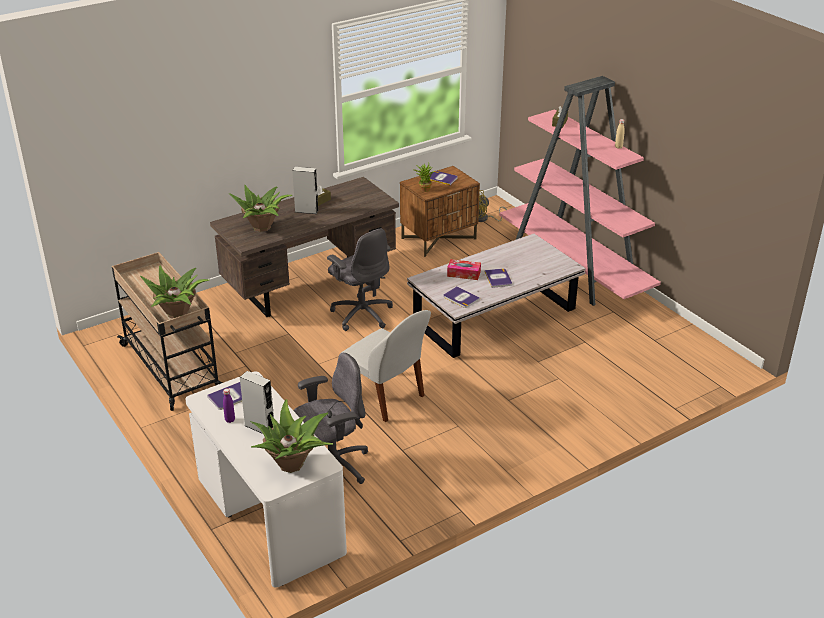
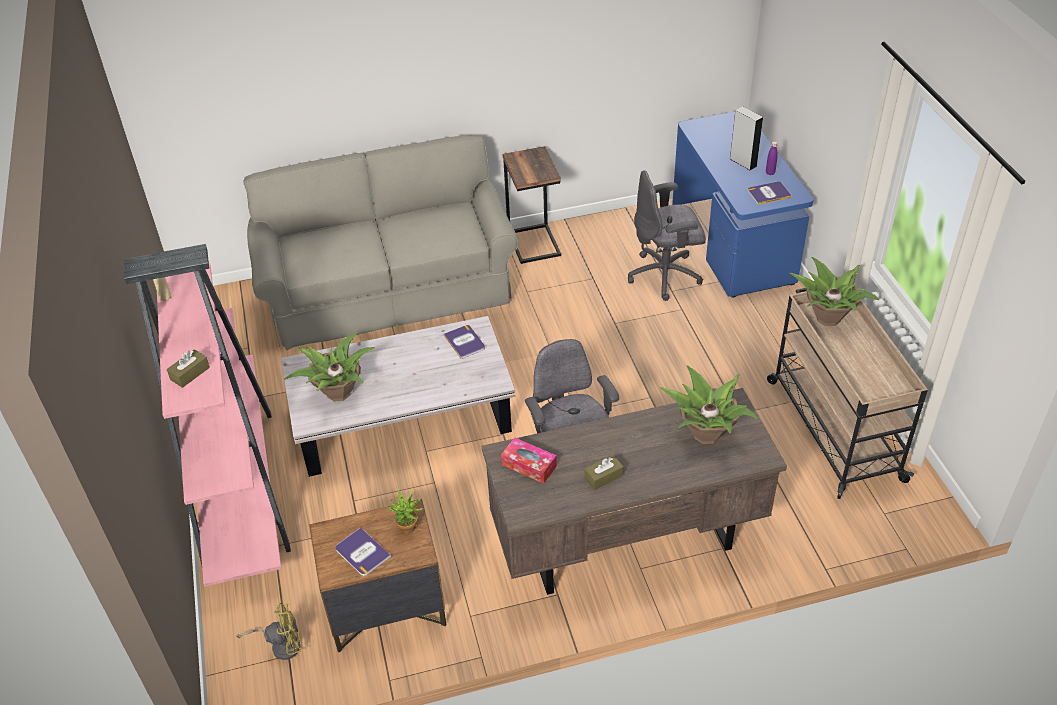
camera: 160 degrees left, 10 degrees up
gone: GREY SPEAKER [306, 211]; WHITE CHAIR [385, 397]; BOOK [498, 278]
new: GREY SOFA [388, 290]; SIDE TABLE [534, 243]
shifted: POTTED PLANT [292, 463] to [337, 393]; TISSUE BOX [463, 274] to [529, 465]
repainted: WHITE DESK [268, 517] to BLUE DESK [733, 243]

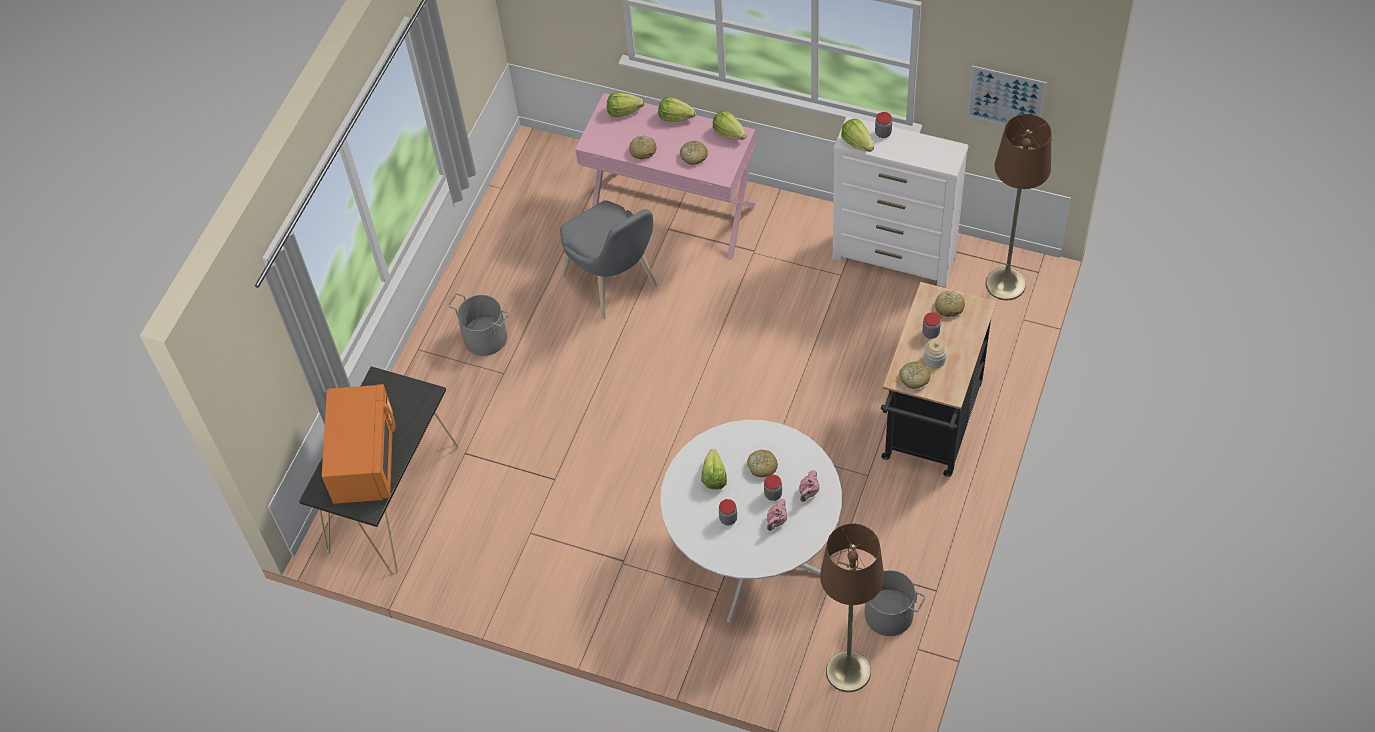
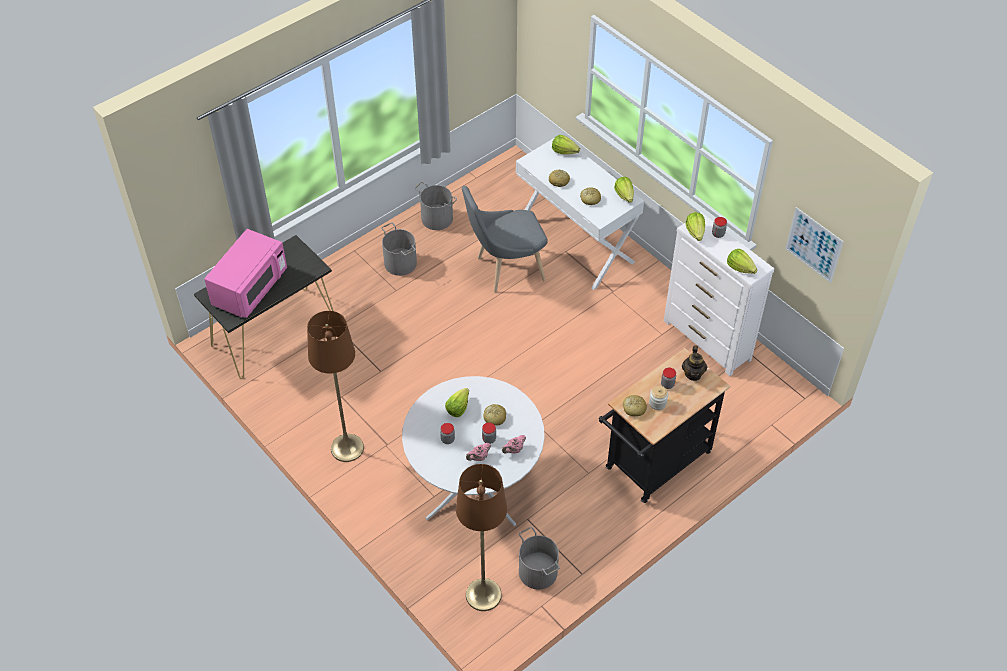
camera: 25 degrees right, 5 degrees down
new: GREY BUCKET [437, 218]
shifted: BROWN FLOOR LAMP [1005, 284] to [347, 448]; LETTUCE [675, 117] to [740, 268]
swapped: BREAD [949, 307] to TEAPOT [693, 374]
repainted: ORANGE MICROWAVE [364, 460] to PINK MICROWAVE [250, 288]; PINK DESK [673, 212] to WHITE DESK [576, 242]
rotated: GREY CHAIR [615, 285] = [505, 269] 75 degrees clockwise

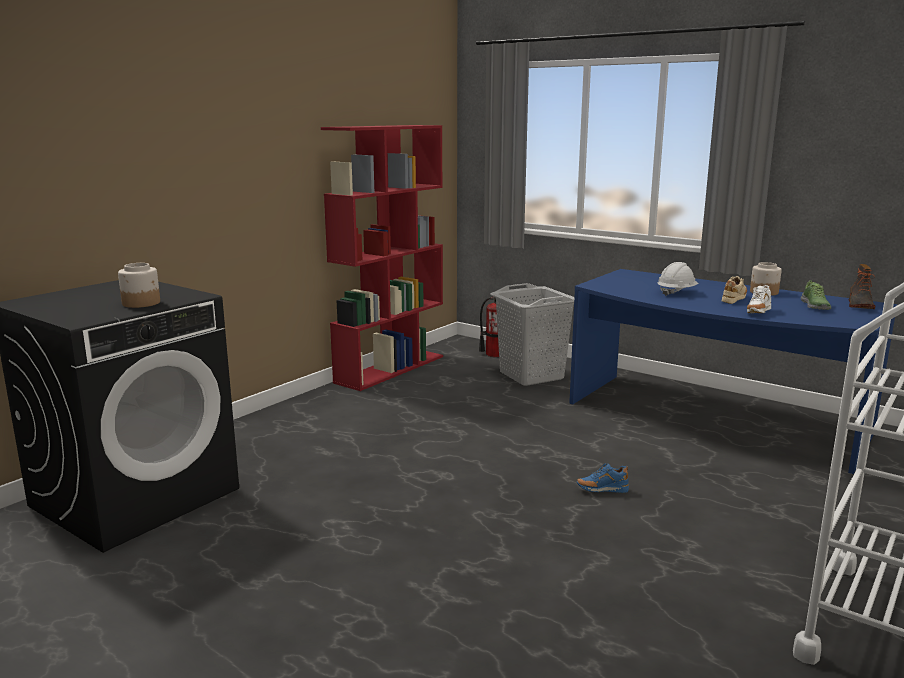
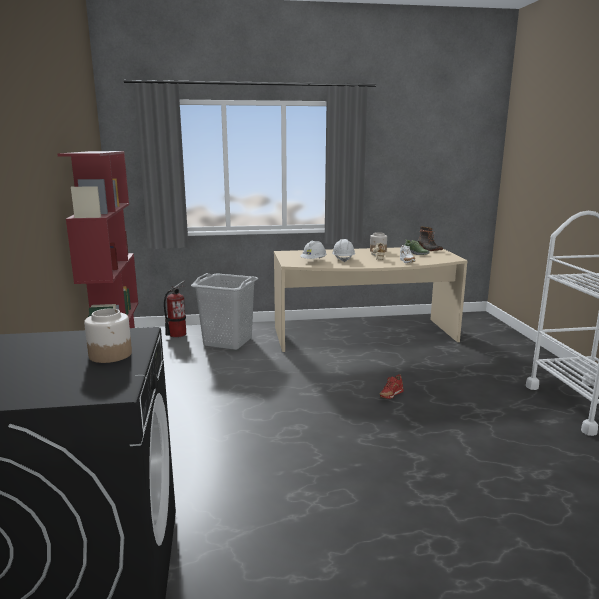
camera: 45 degrees left, 0 degrees up
new: WHITE HARD HAT [313, 261]
repainted: BLUE DESK [711, 420] to BEIGE DESK [365, 336]; BLUE SHOE [602, 490] to RED SHOE [390, 396]

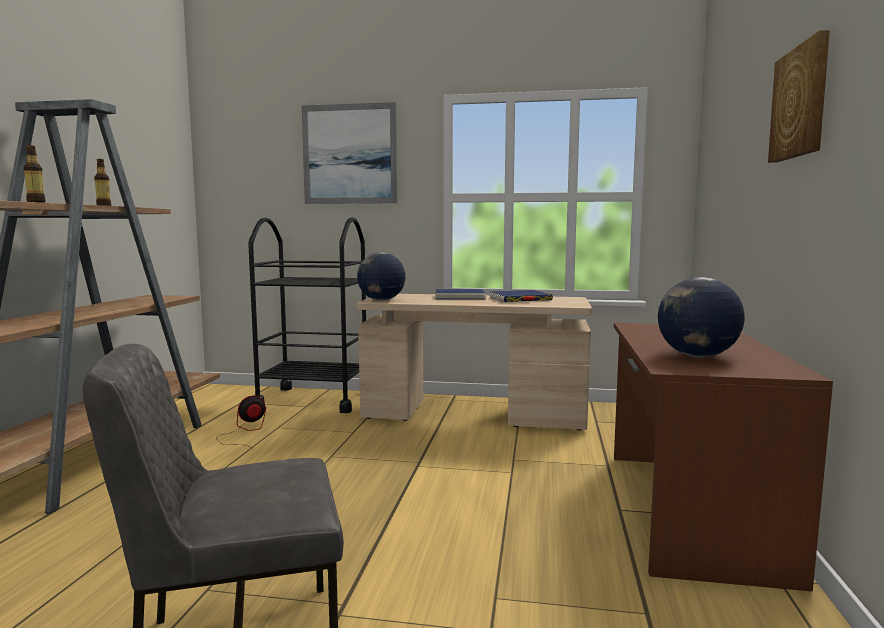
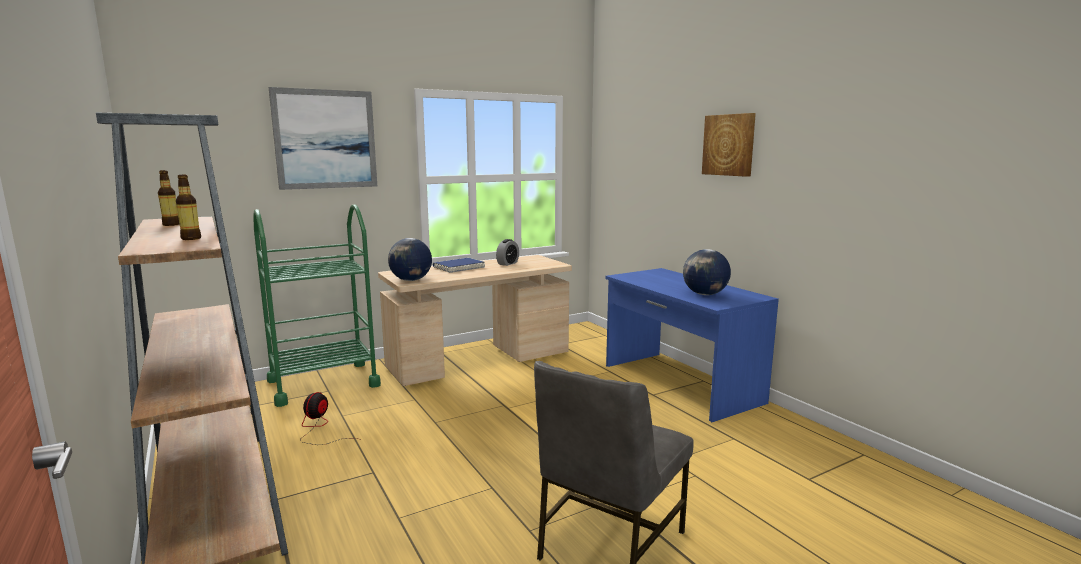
camera: 40 degrees left, 5 degrees up
swapped: BLUE BOOK [520, 299] to ALARM CLOCK [507, 263]
repainted: BLACK CART [314, 399] to GREEN CART [323, 383]; BROWN DESK [687, 509] to BLUE DESK [679, 383]

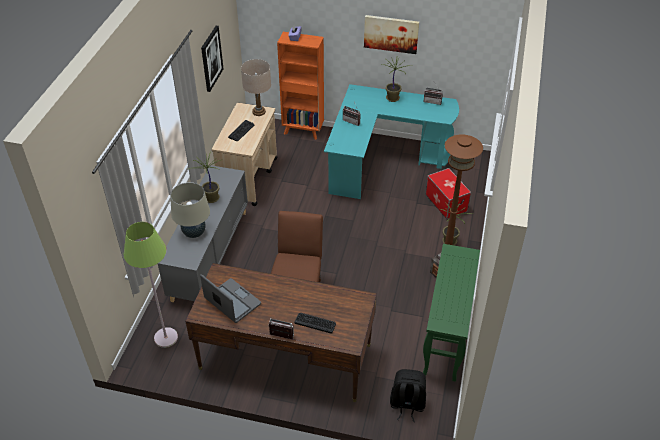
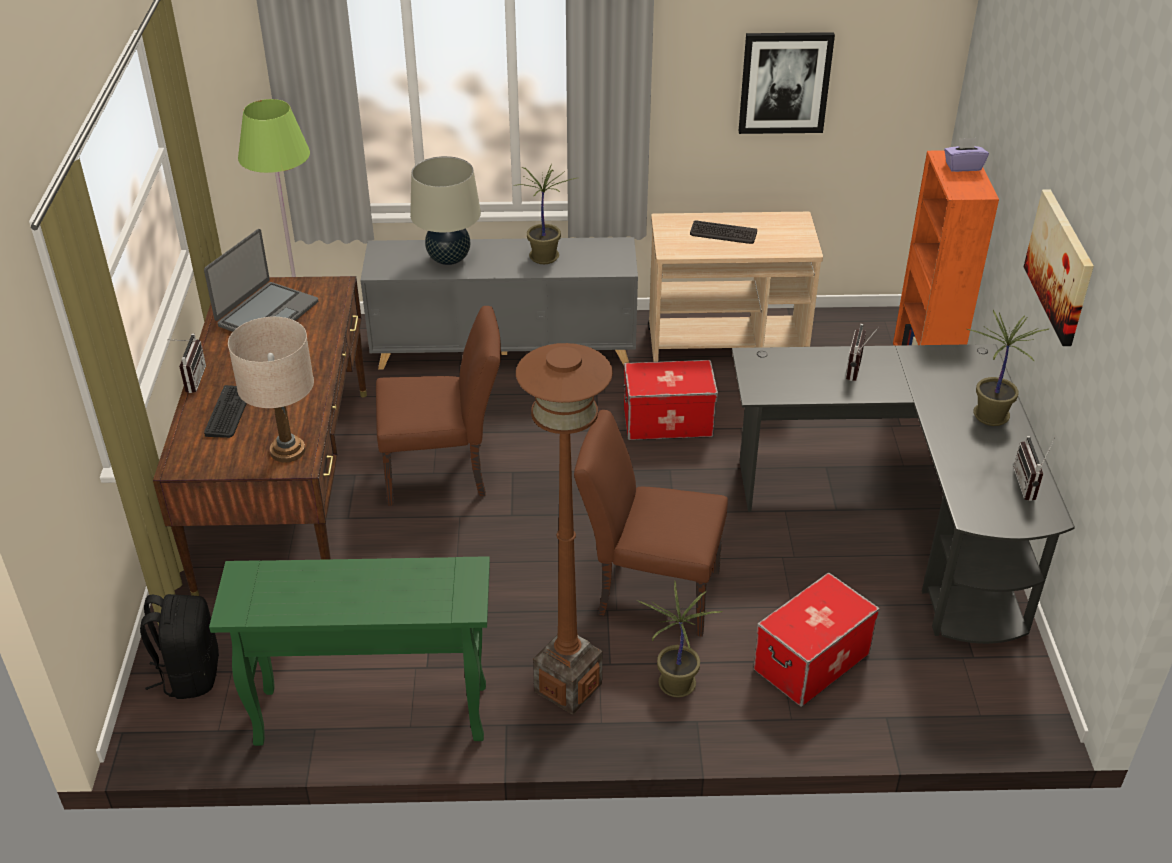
camera: 75 degrees right, 5 degrees down
new: BROWN CHAIR [648, 590]; STORAGE BOX [668, 421]
shifted: BEIGE TABLE LAMP [258, 112] to [288, 450]
repainted: TURQUOISE DESK [381, 160] to BLACK DESK [901, 524]

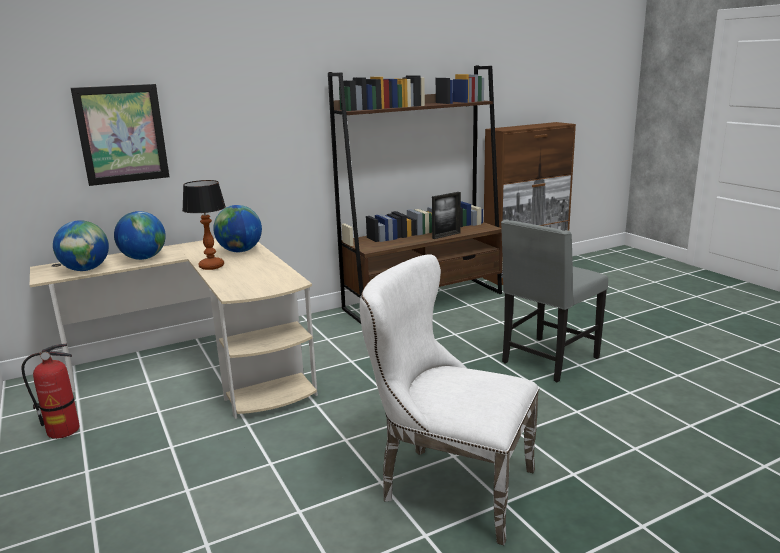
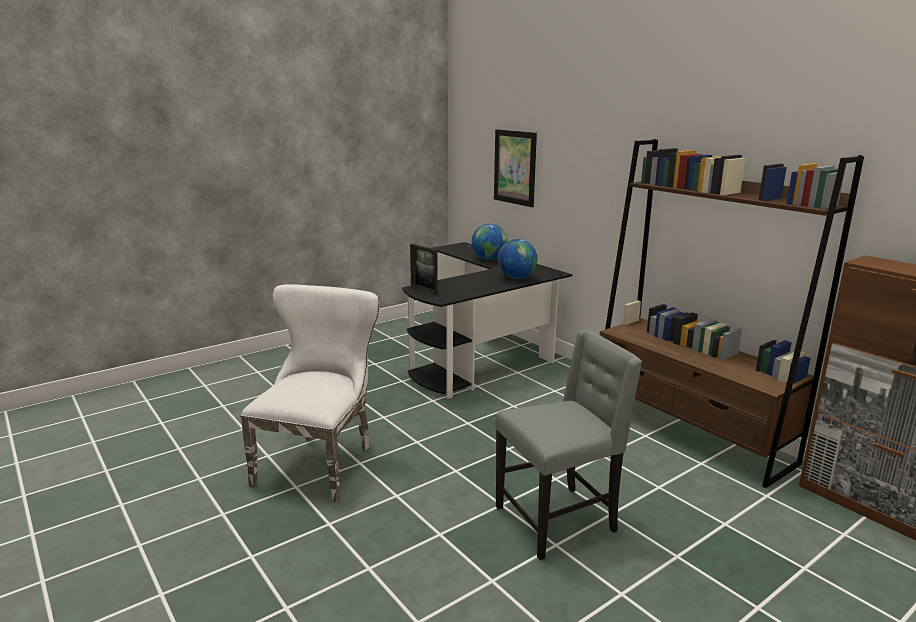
camera: 80 degrees right, 0 degrees up
gone: FIRE EXTINGUISHER [63, 430]; GLOBE [86, 269]; TABLE LAMP [211, 266]
shifted: PICTURE FRAME [446, 235] to [424, 291]
repainted: BEIGE DESK [207, 367] to BLACK DESK [482, 354]
rotated: GREY CHAIR [548, 360] = [558, 520] 120 degrees clockwise

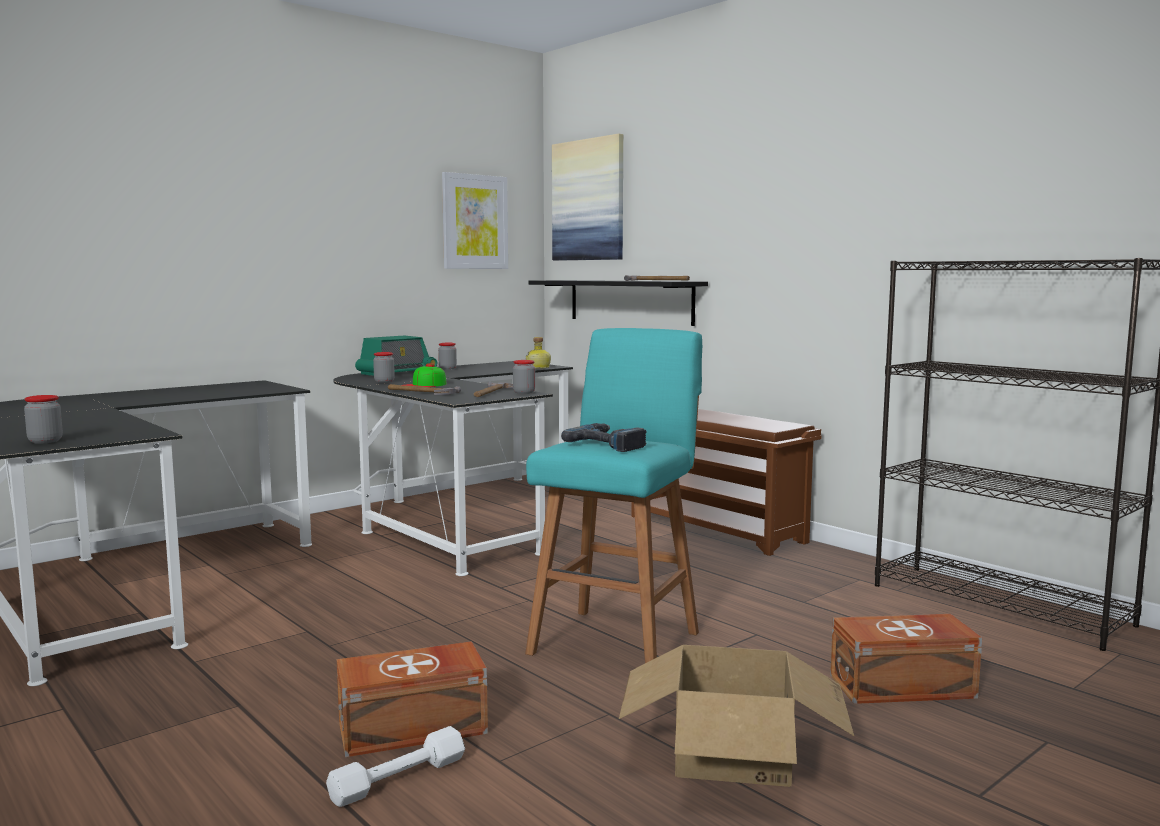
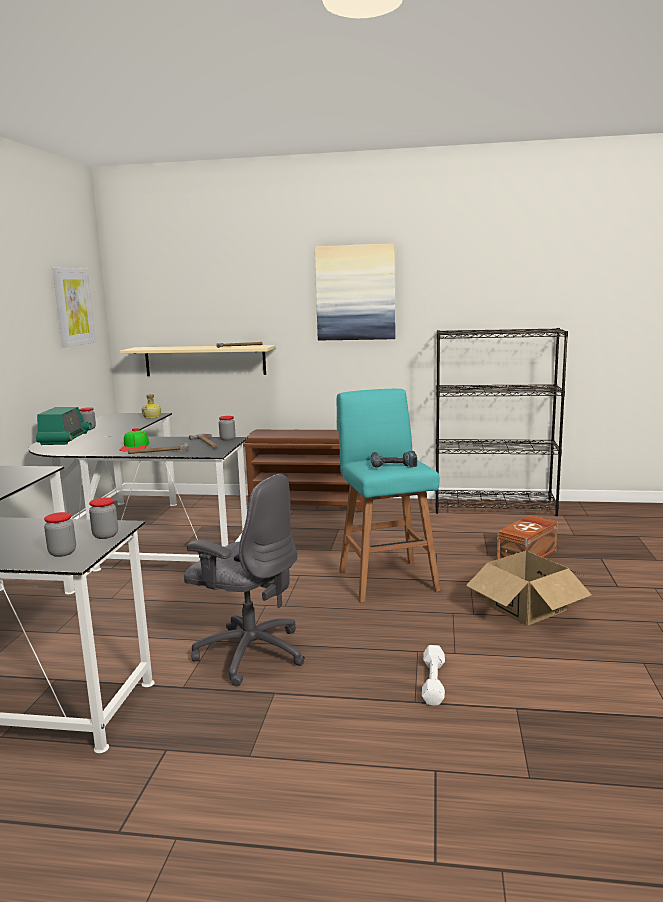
camera: 40 degrees left, 5 degrees up
gone: BROWN STORAGE BOX [415, 729]
new: GREY OFFICE CHAIR [250, 652]
shifted: JAR [384, 381] to [105, 535]; PICTURE [588, 200] to [355, 293]
repainted: BLACK SHELF [630, 301] to BEIGE SHELF [205, 360]

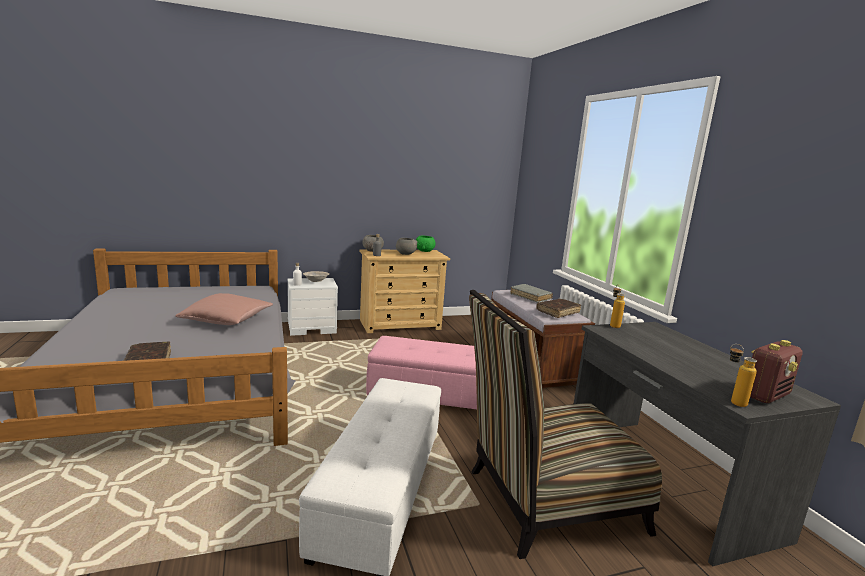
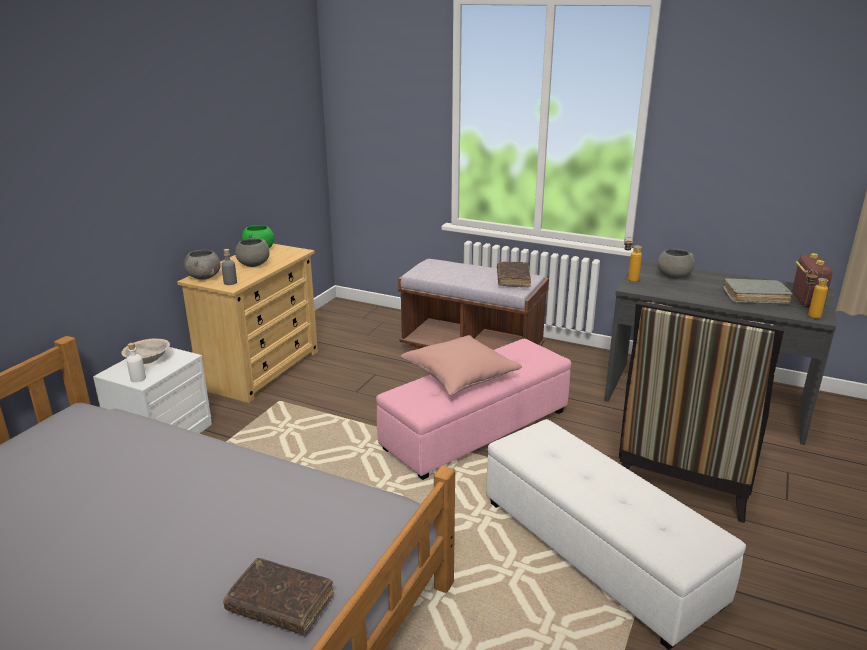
camera: 45 degrees left, 10 degrees up
new: GREY BOWL [673, 276]
shifted: PINK PILLOW [227, 320] to [460, 376]; GREY BOOK [530, 297] to [755, 297]

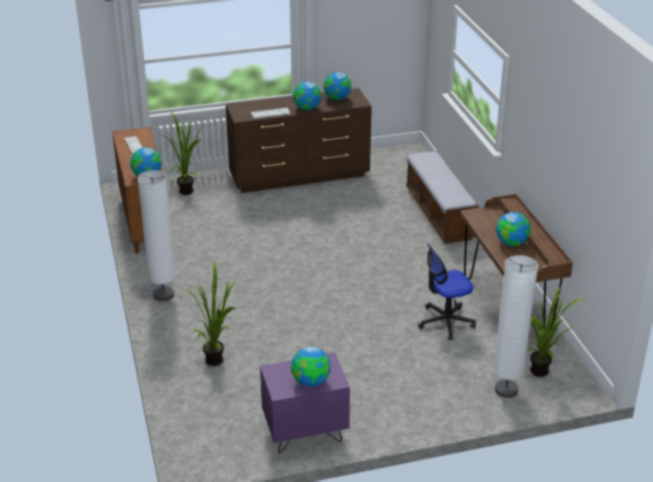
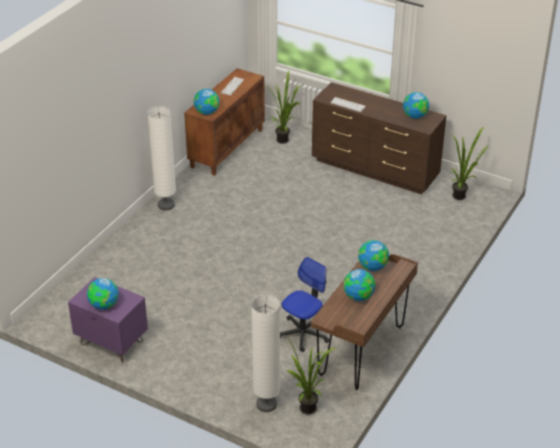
camera: 45 degrees right, 5 degrees up
gone: BENCH [439, 214]
shifted: GLOBE [307, 108] to [372, 267]; POTTED PLANT [217, 358] to [462, 196]
rotated: OFFICE CHAIR [445, 322] = [303, 333] 105 degrees clockwise

